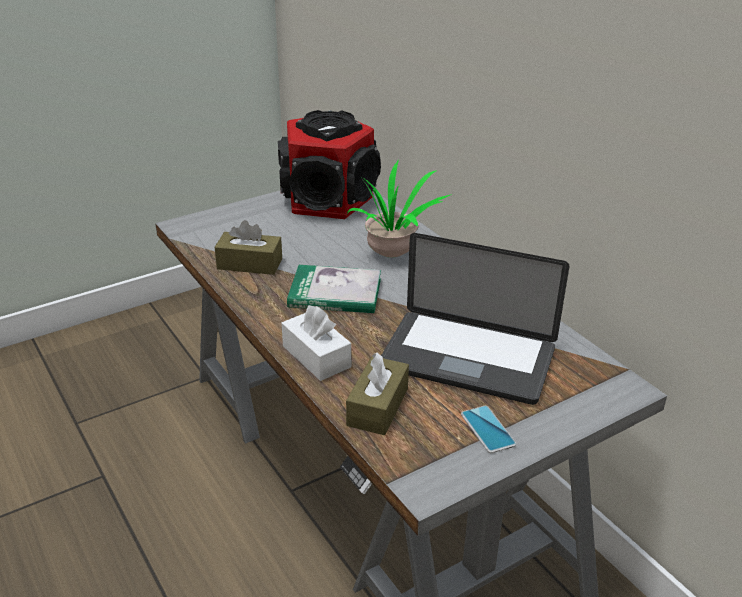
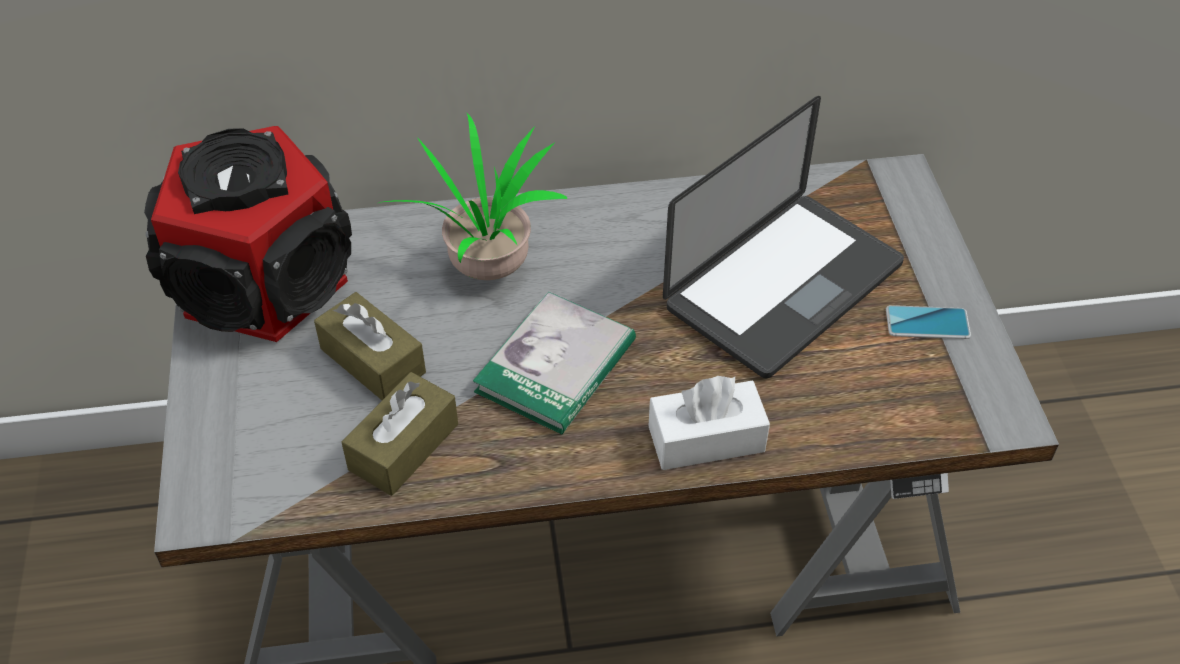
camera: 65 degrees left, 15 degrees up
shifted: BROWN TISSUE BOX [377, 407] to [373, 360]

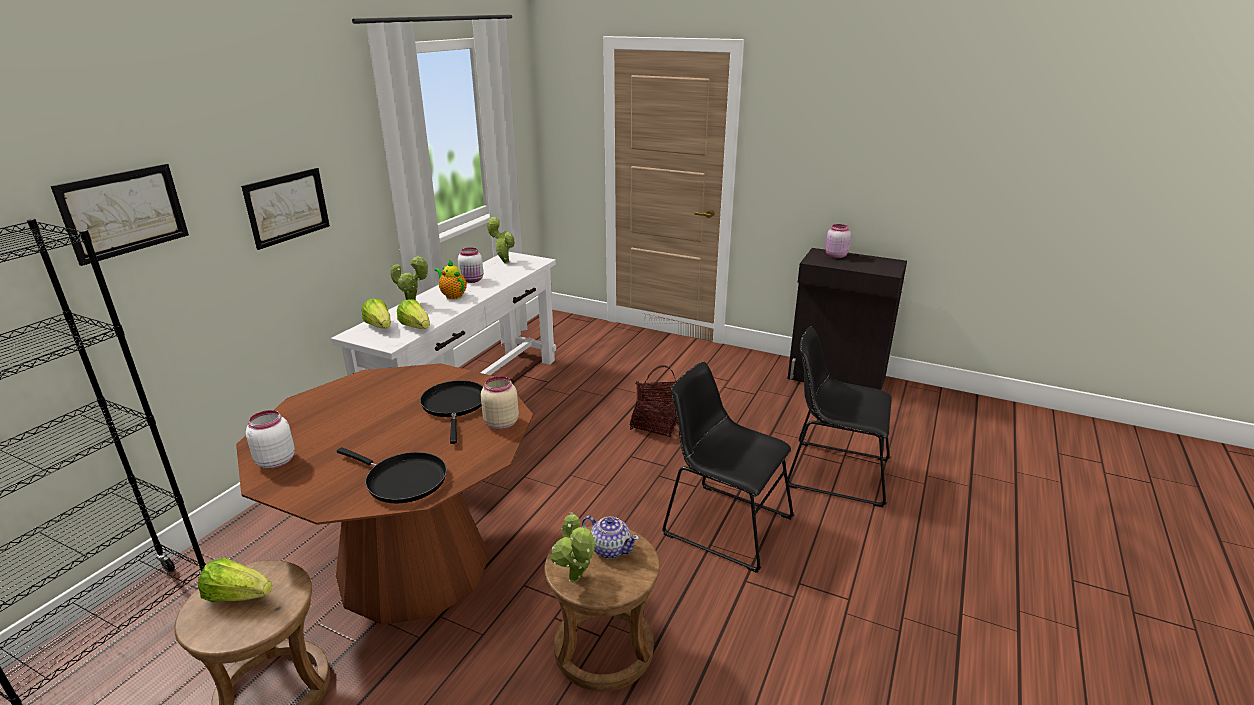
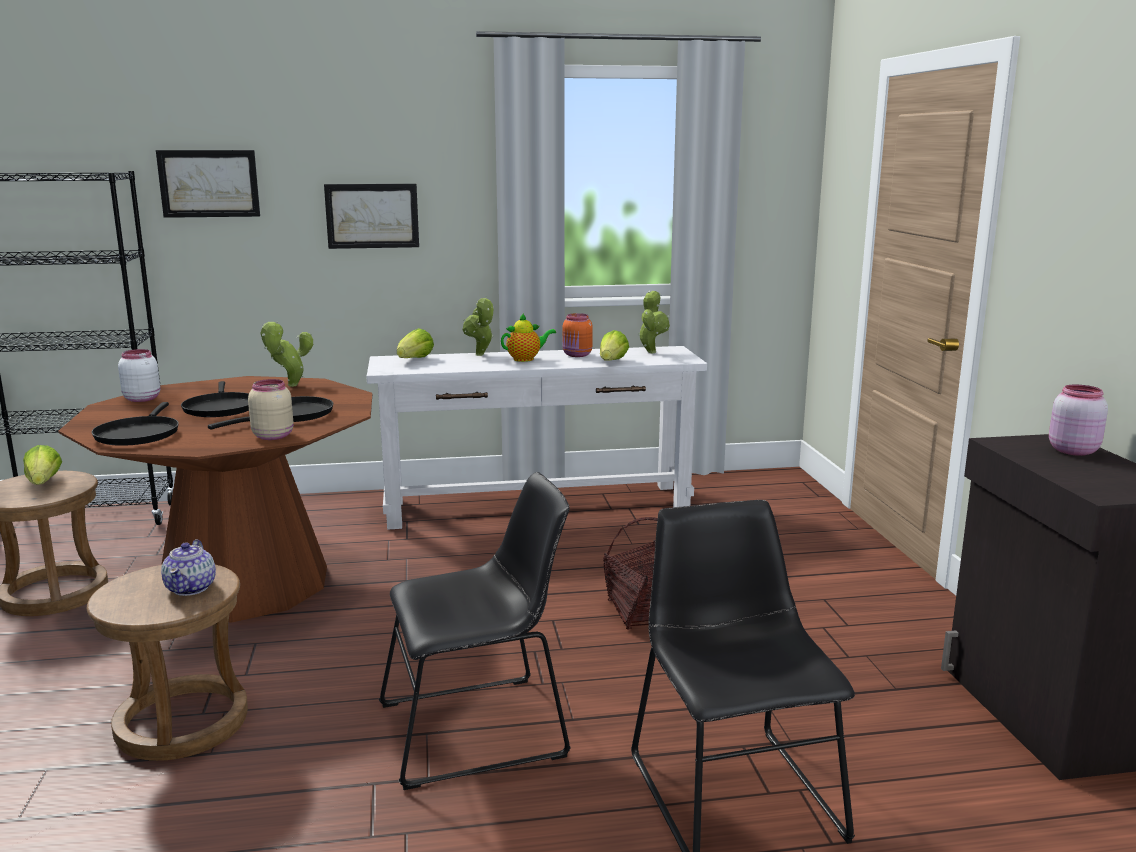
camera: 55 degrees right, 10 degrees down
new: BLACK FRYING PAN [220, 408]
shifted: POTTED PLANT [576, 581] to [290, 386]; LETTUCE [416, 327] to [612, 362]
repainted: WHITE JAR [472, 280] to ORANGE JAR [577, 355]
rotated: BLACK CHAIR [722, 523] = [480, 728] 75 degrees clockwise; TEAPOT [452, 295] = [526, 359] 60 degrees clockwise

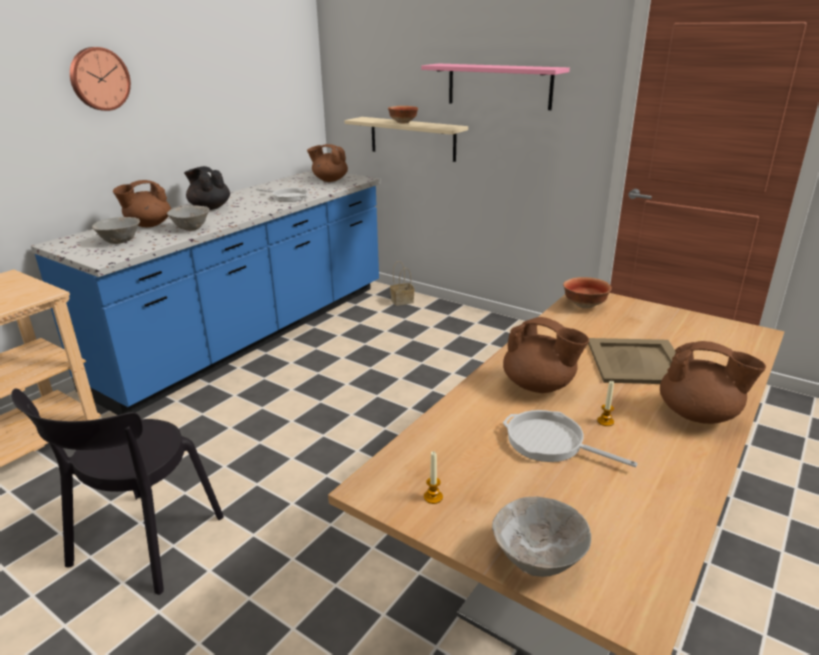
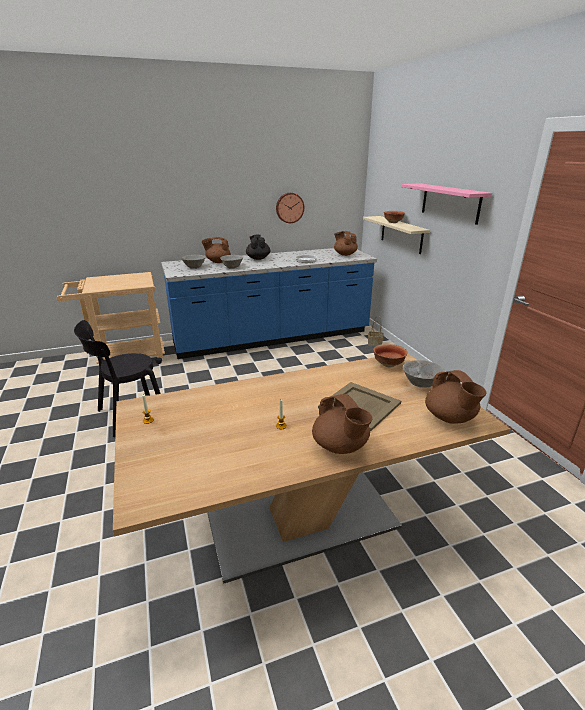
camera: 35 degrees right, 0 degrees up
gone: FRYING PAN [550, 442]
shifted: WALL CLOCK [99, 79] to [289, 207]; GREY BOWL [537, 560] to [420, 384]; BROWN TEAPOT [539, 386] to [450, 418]

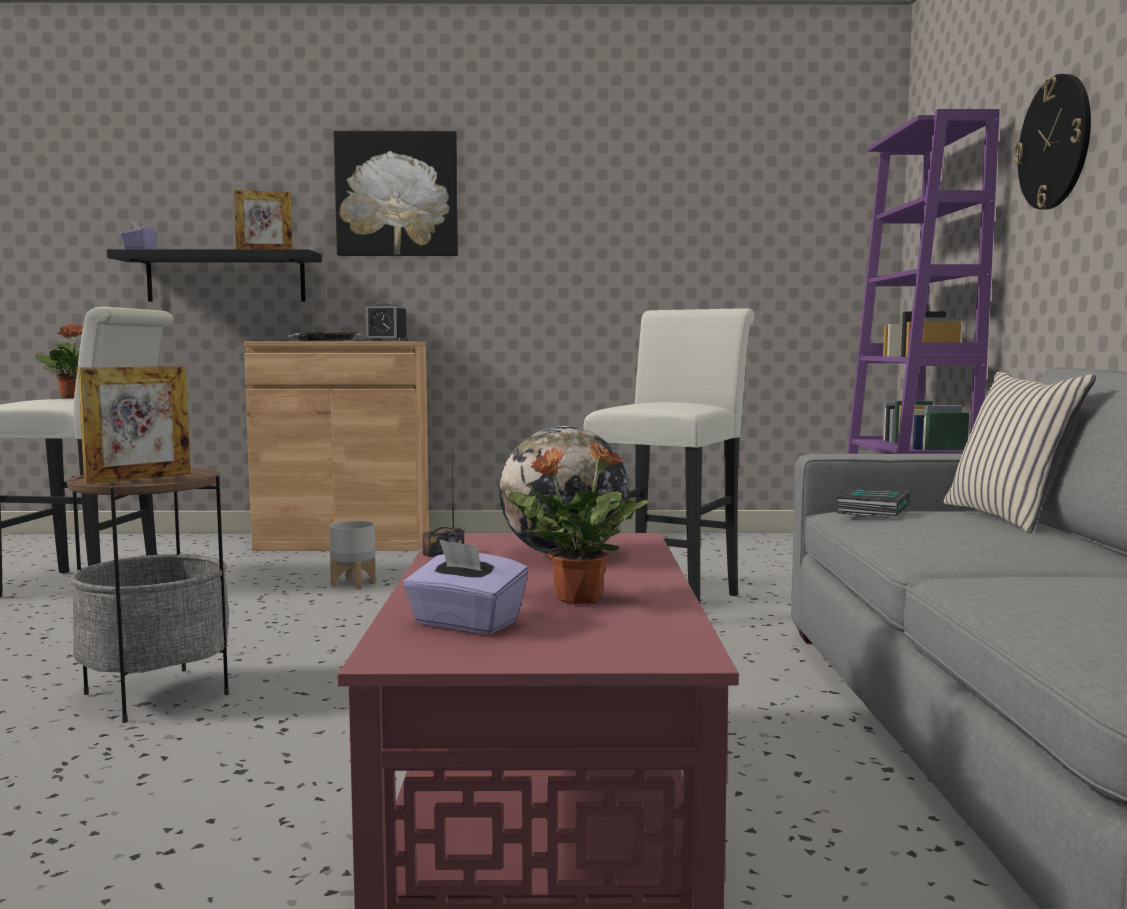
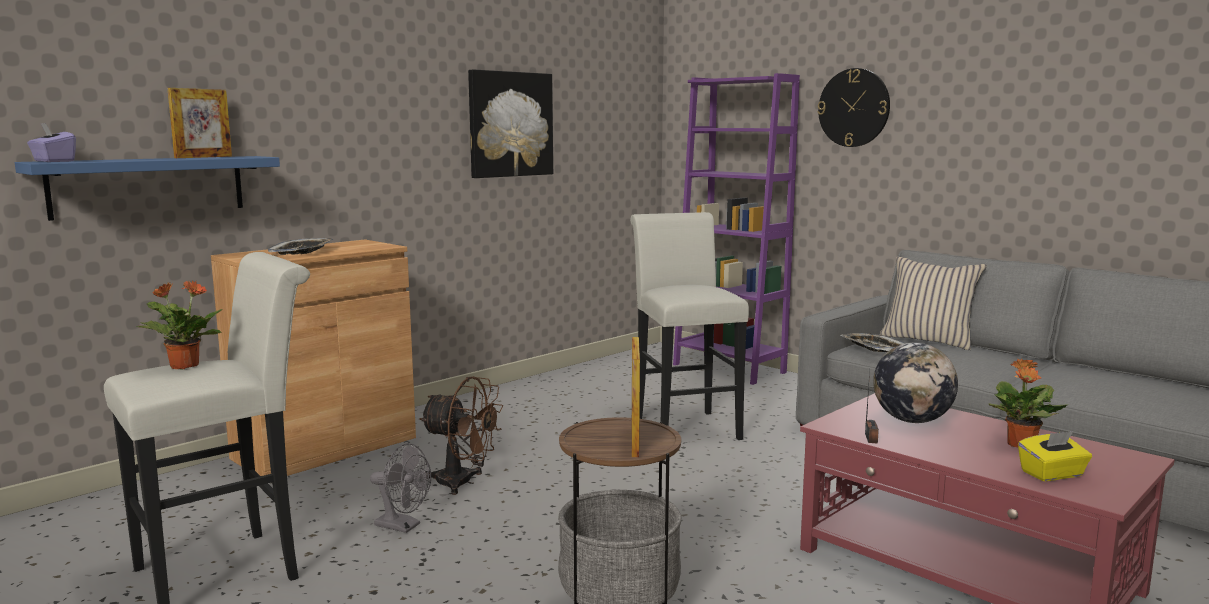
camera: 45 degrees left, 5 degrees up
gone: ALARM CLOCK [386, 341]
new: GREY FAN [403, 526]
shifted: PICTURE [397, 194] to [510, 124]
swapped: GREY PLANTER [353, 583] to BROWN FAN [463, 482]; BOOK [872, 509] to TRAY [873, 347]
repainted: BLACK SHELF [226, 277] to BLUE SHELF [149, 186]; PURPLE TISSUE BOX [465, 624] to YELLOW TISSUE BOX [1052, 474]

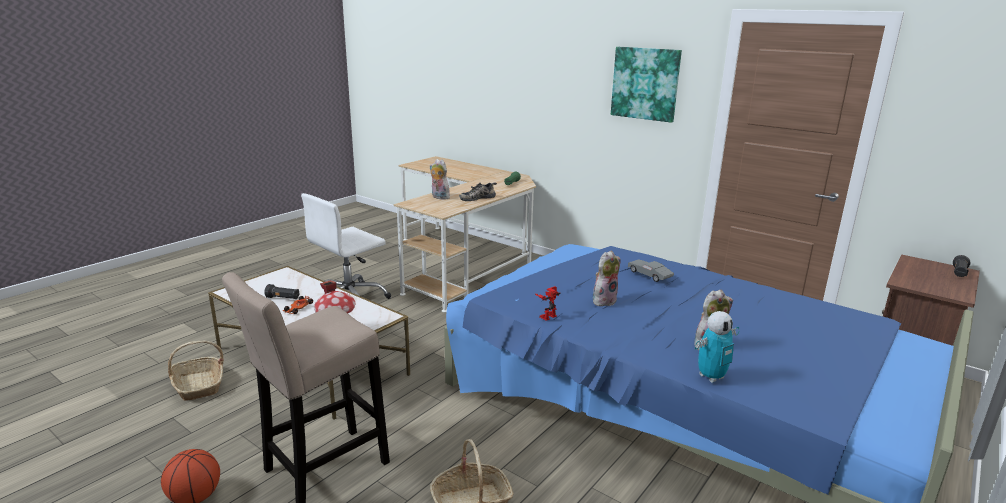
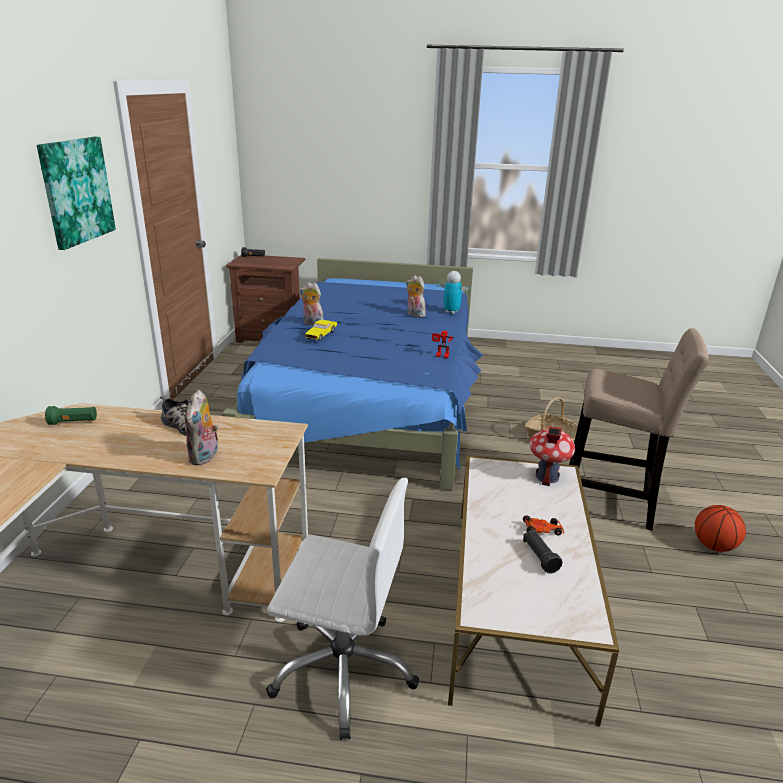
camera: 120 degrees left, 5 degrees up
gone: BASKET [198, 385]
shifted: PLUSH TOY [604, 300] to [312, 323]
repainted: GREY TOY CAR [649, 275] to YELLOW TOY CAR [321, 334]

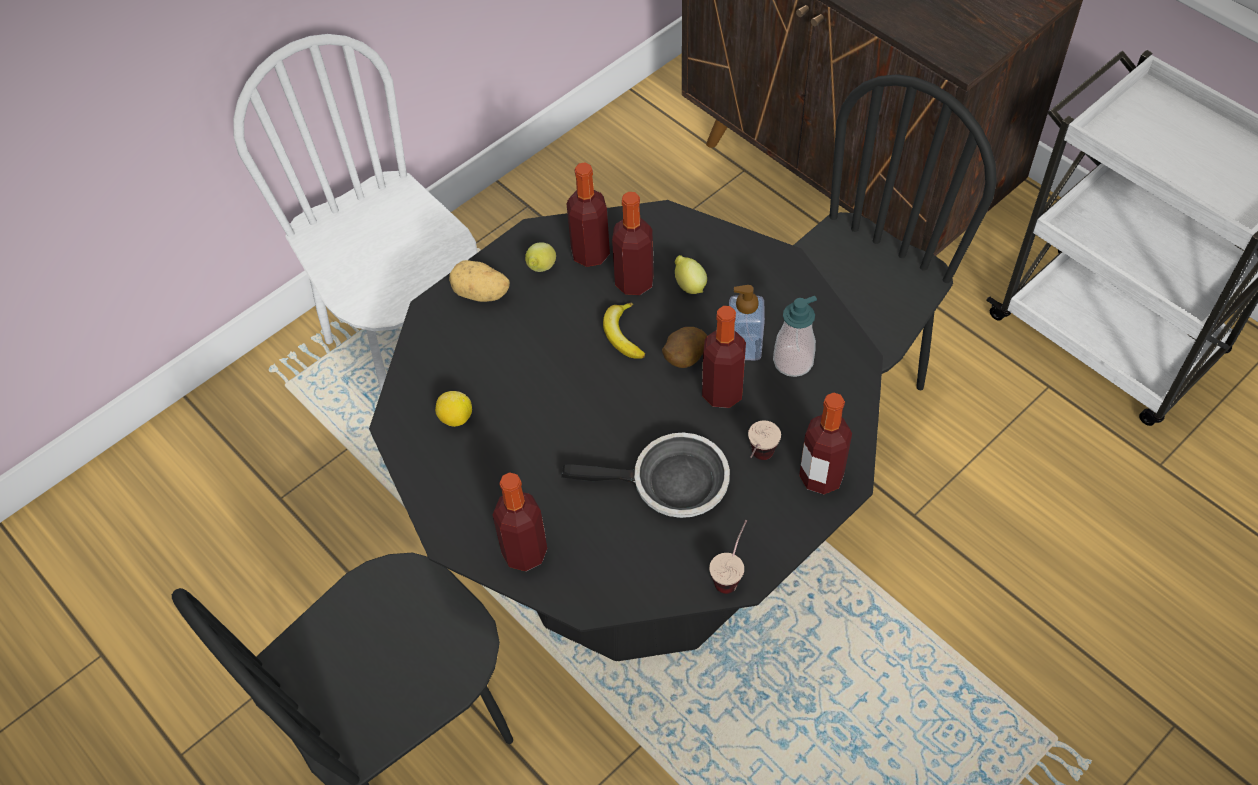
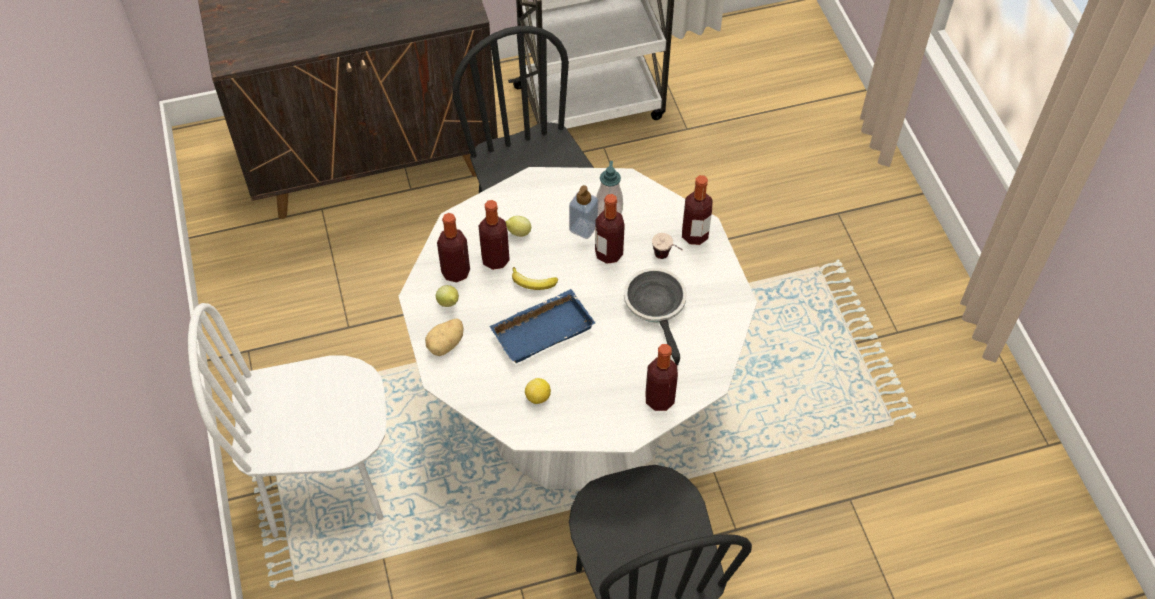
camera: 65 degrees left, 0 degrees up
gone: POTATO [683, 358]; CUP [731, 572]
new: BLUE TRAY [542, 329]
repainted: BLACK DINING TABLE [637, 546] to WHITE DINING TABLE [577, 411]
rotated: FRYING PAN [671, 484] = [657, 306] 45 degrees counterclockwise

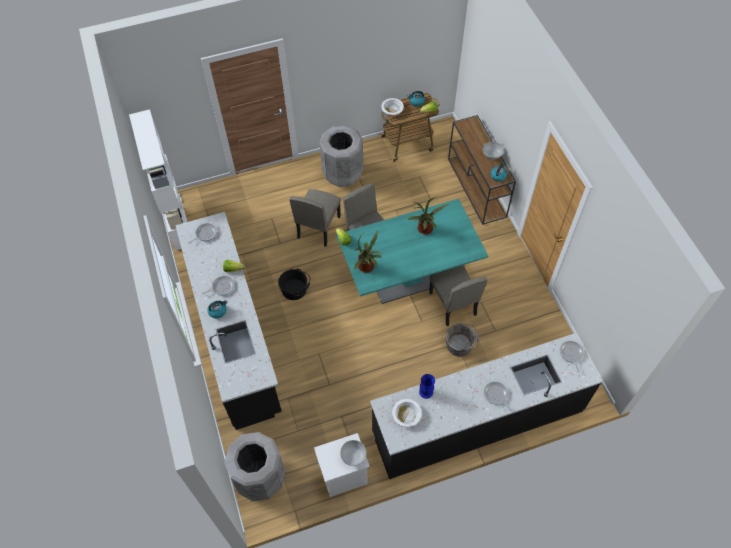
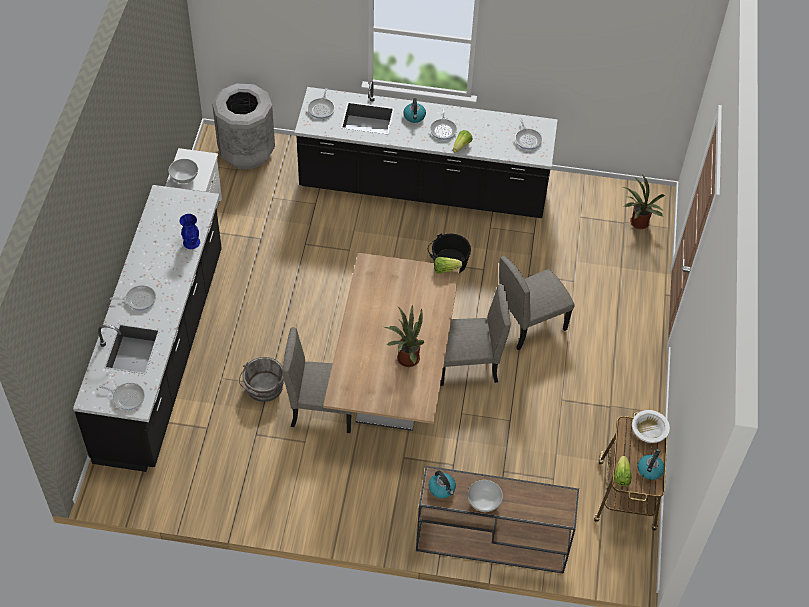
camera: 115 degrees right, 5 degrees down
gone: WHITE BOOKCASE [177, 221]; GREY TRASH CAN [343, 173]; WHITE BOWL [406, 415]
new: FRYING PAN [322, 108]
shifted: POTTED PLANT [367, 267] to [637, 223]
repainted: TURQUOISE DINING TABLE [409, 277] to BROWN DINING TABLE [392, 382]
rotated: BEIGE CHAIR [318, 227] = [530, 323] 75 degrees counterclockwise

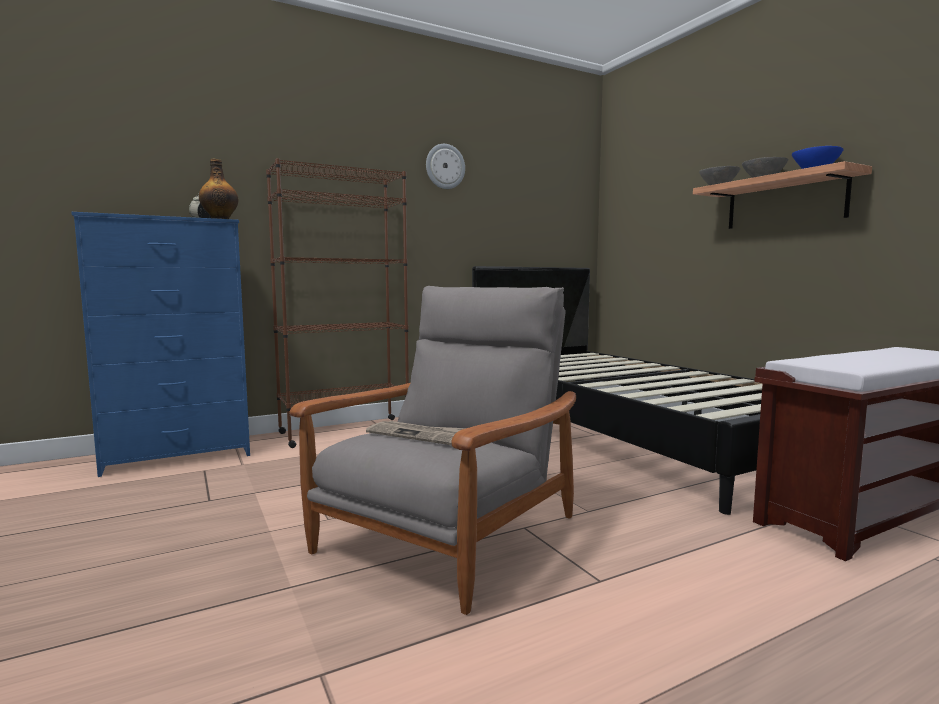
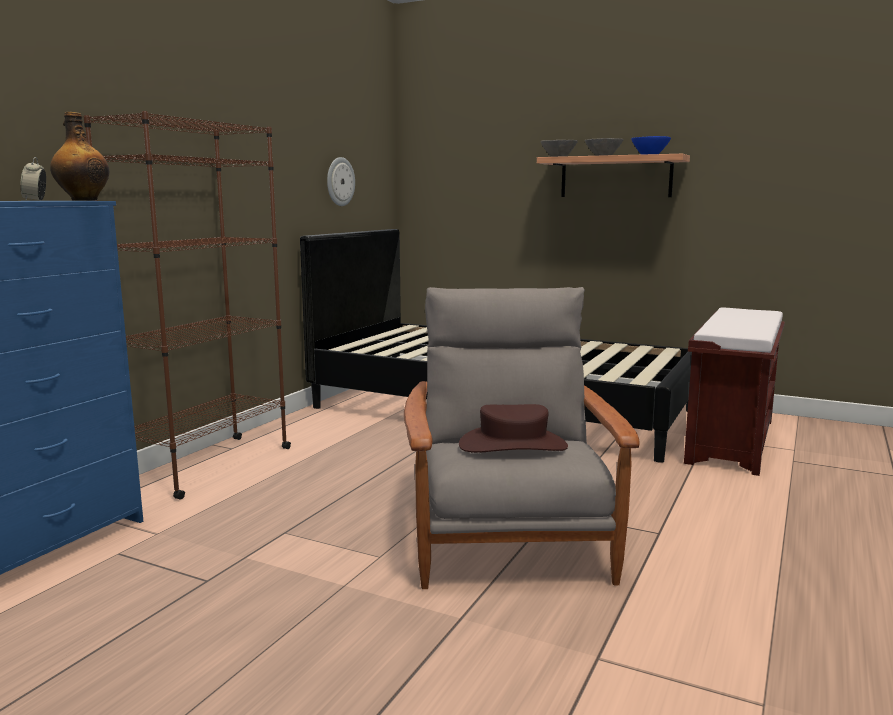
camera: 35 degrees left, 5 degrees up
shifted: WALL CLOCK [445, 166] to [339, 181]
swapped: NEWSPAPER [419, 435] to BROWN HAT [513, 445]

